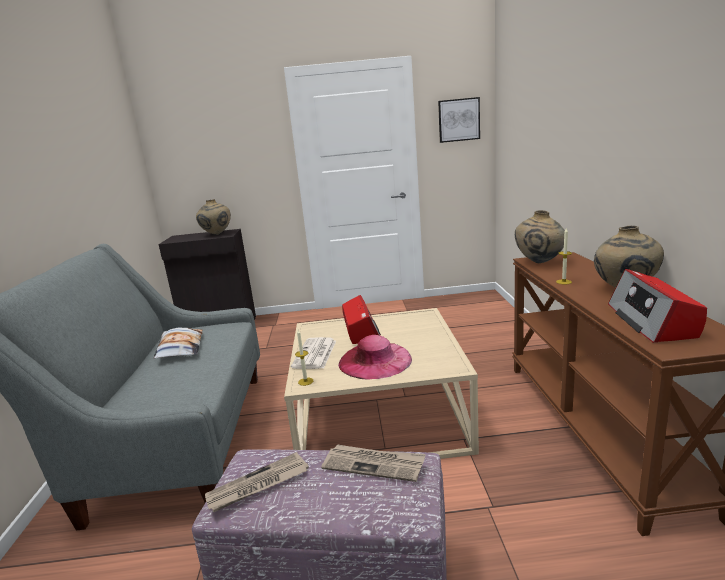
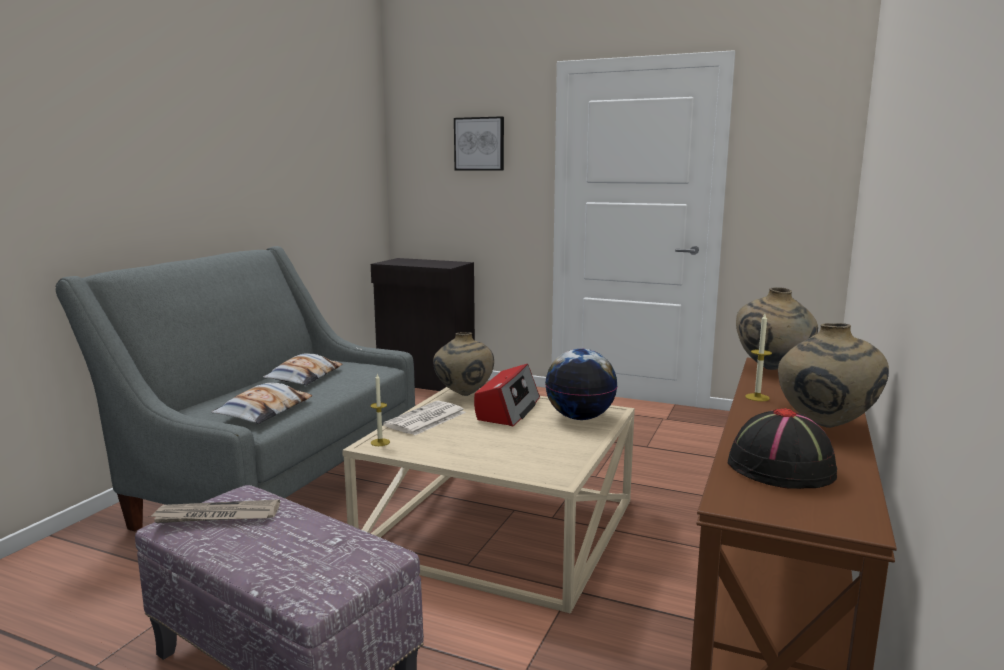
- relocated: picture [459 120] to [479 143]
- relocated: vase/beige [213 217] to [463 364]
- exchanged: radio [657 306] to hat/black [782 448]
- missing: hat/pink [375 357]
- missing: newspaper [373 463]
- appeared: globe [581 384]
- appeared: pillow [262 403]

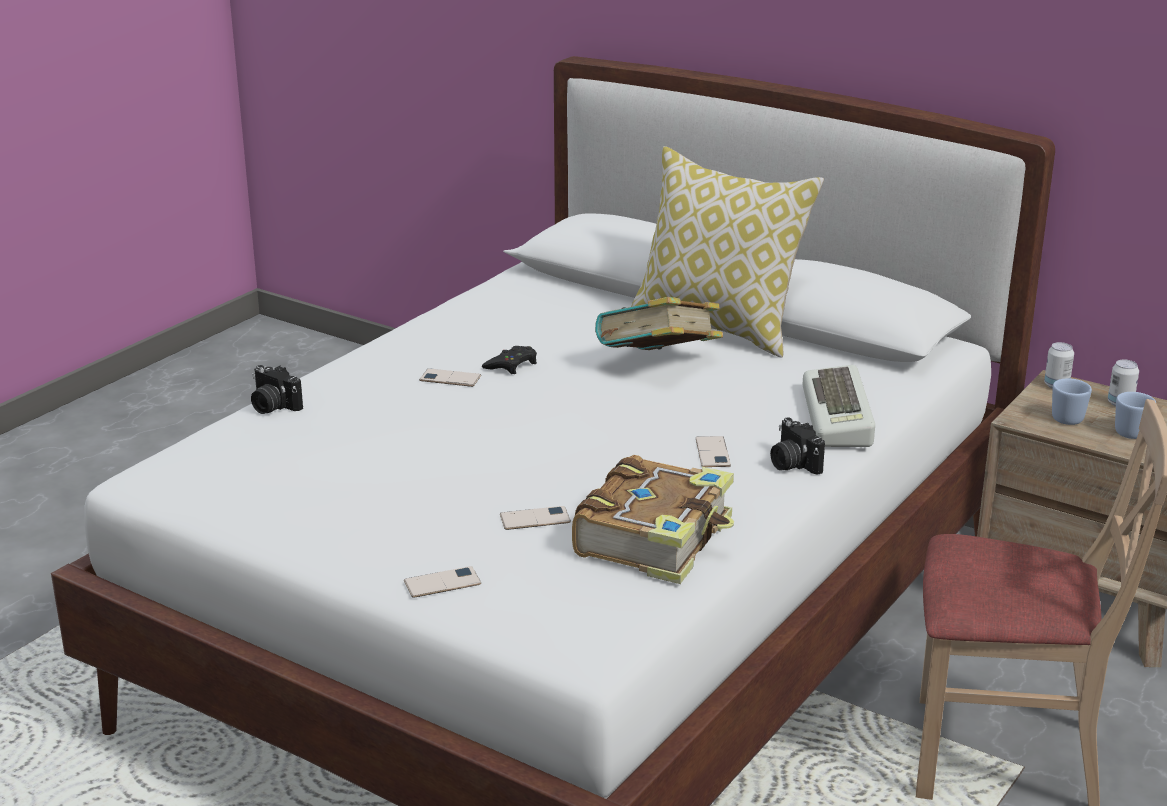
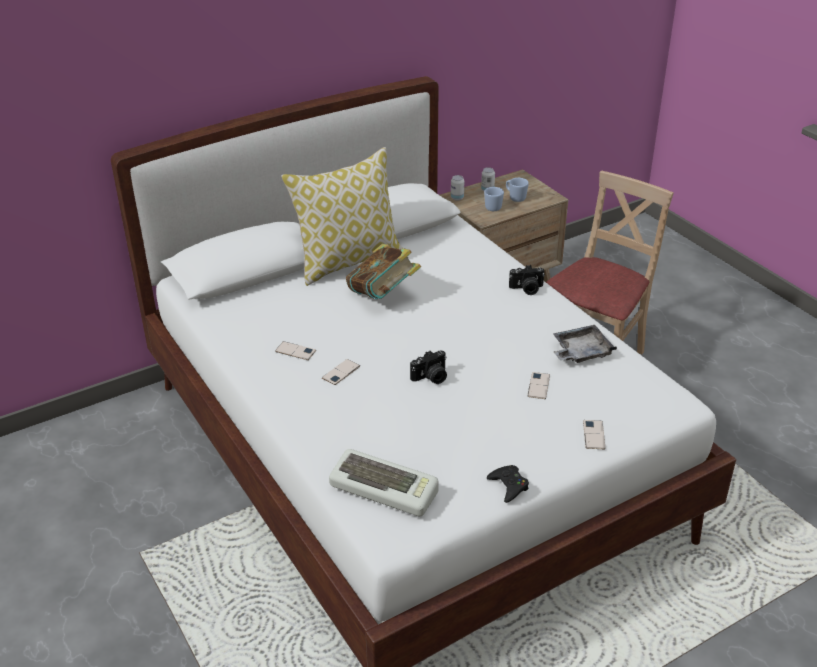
- relocated: game controller/black [509 360] to [508 484]
- relocated: photo camera [277 389] to [428 367]
- relocated: keyboard [839 406] to [384 482]
- relocated: phone [713 451] to [295 350]
- exchanged: book [653 519] to tray/grey [585 344]

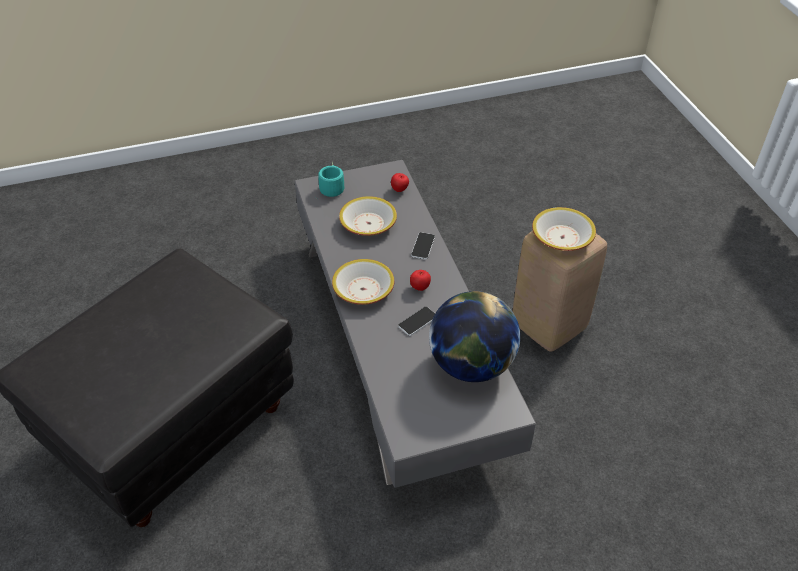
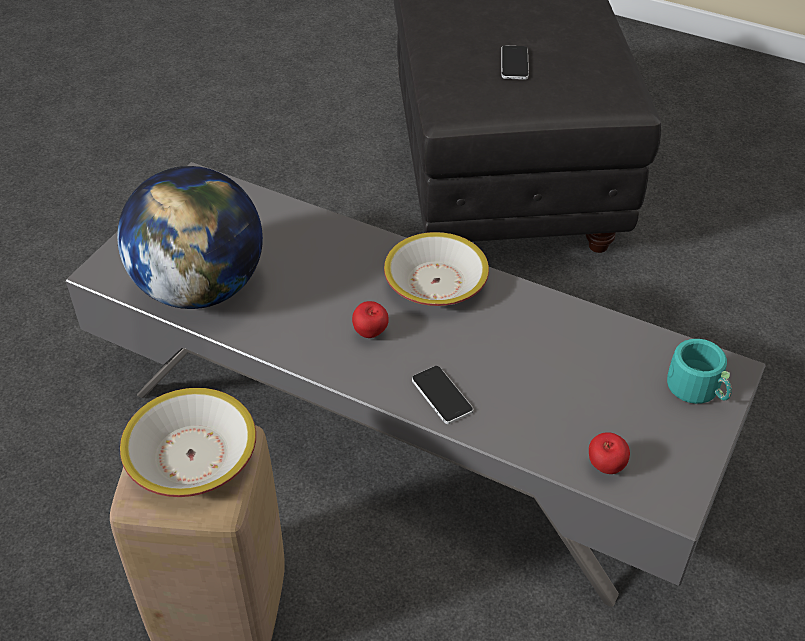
- missing: bowl [368 216]
- relocated: phone [416 321] to [515 62]

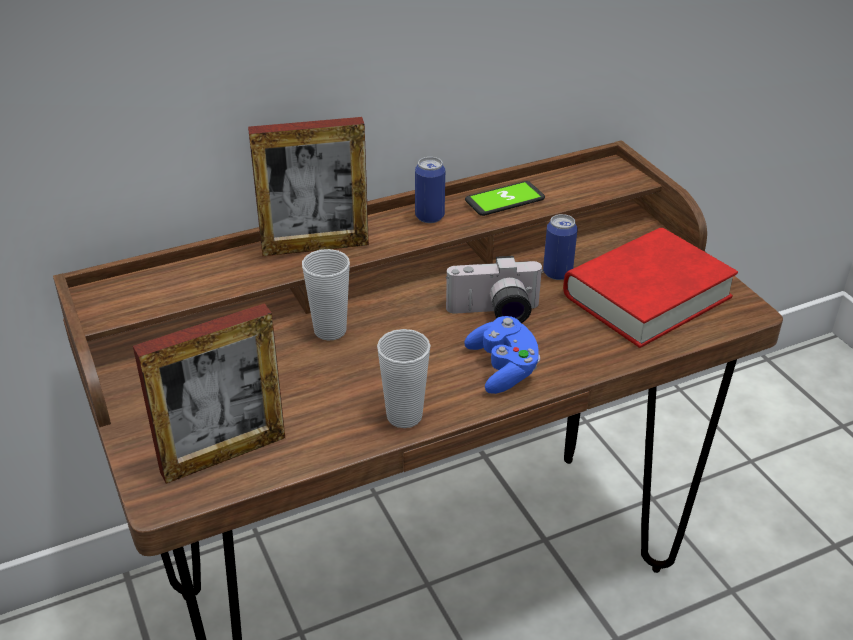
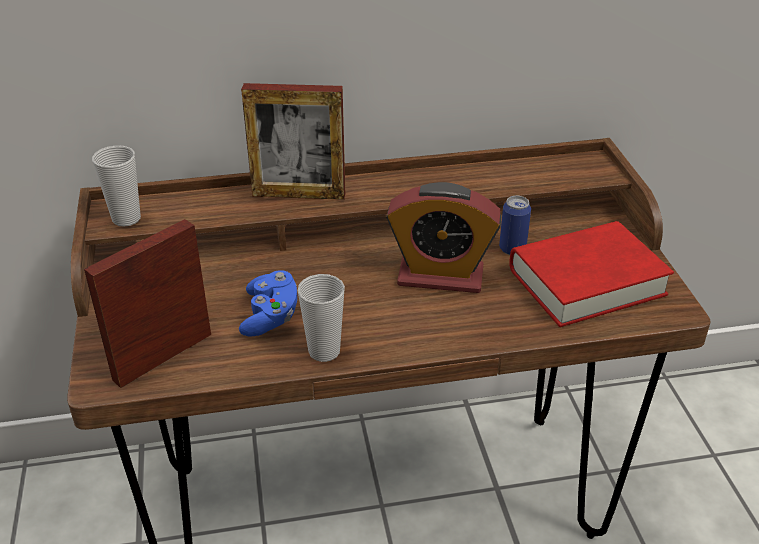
- missing: can [430 190]
- missing: phone [505 198]
- relocated: cup [326 295] to [116 186]
- exchanged: photo camera [495 289] to alarm clock [443 237]
- spun: picture frame [209 393] = [147 303] 150 degrees clockwise
- relocated: game controller/blue [502 355] to [268 303]

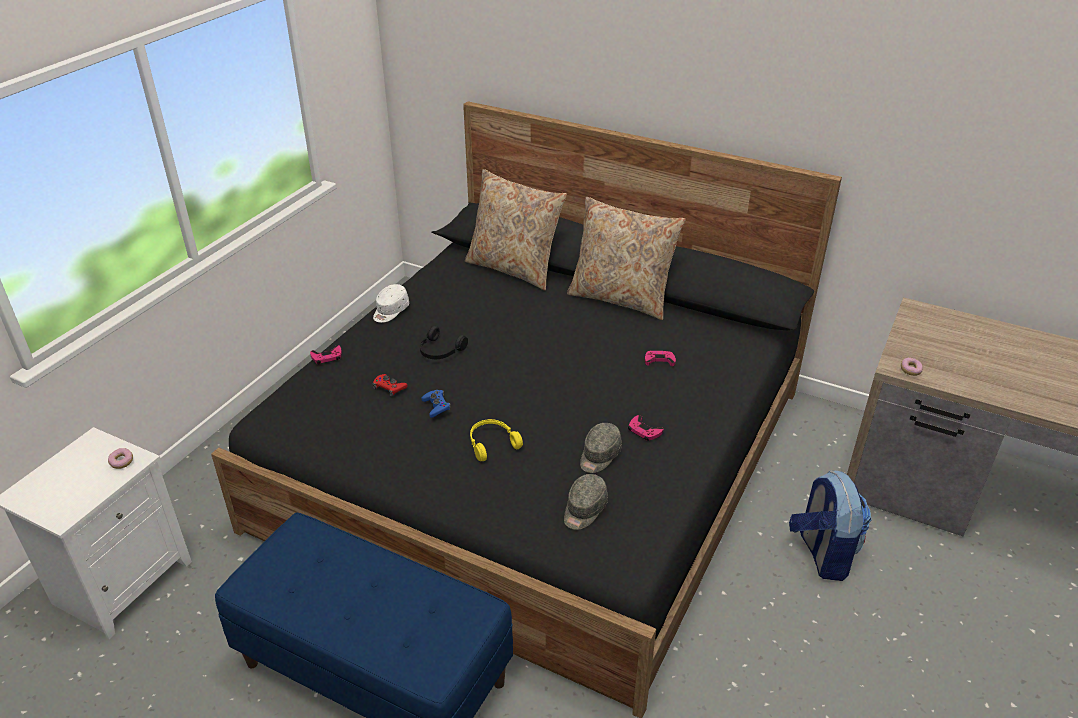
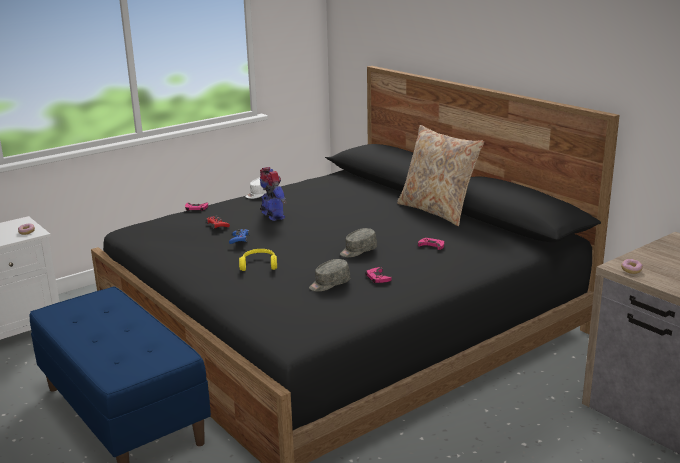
- missing: pillow/beige [516 229]
- exchanged: headphones/black [444 342] to toy robot [273 194]
- missing: backpack [830 525]
- relocated: cap/grey [586 502] to [358 242]

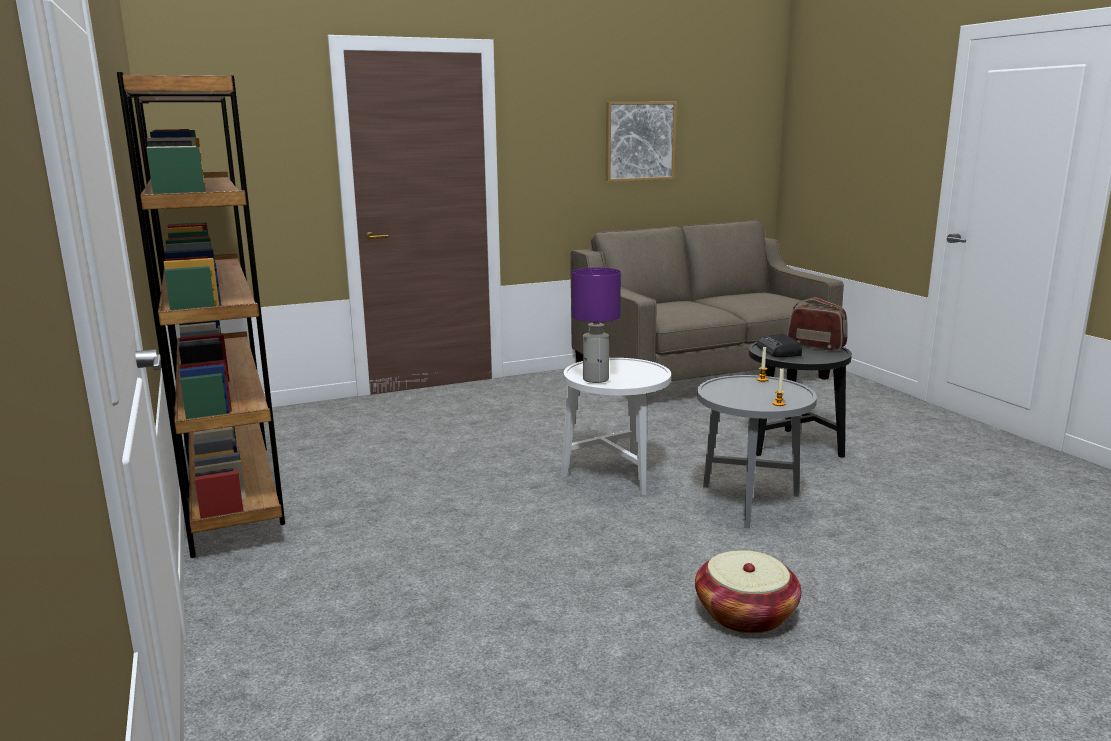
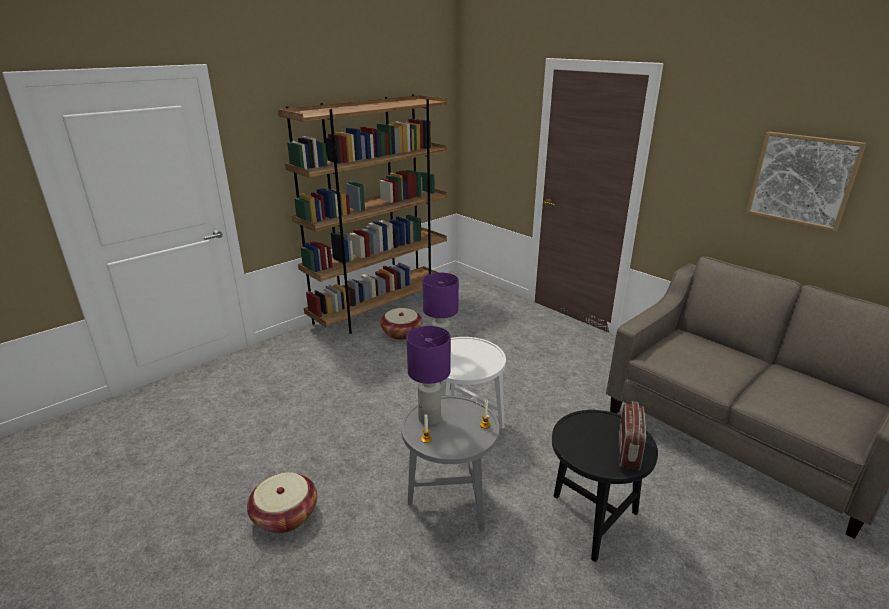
- missing: radio [779 345]
- appeared: basket [401 324]
- appeared: table lamp/purple [429 375]

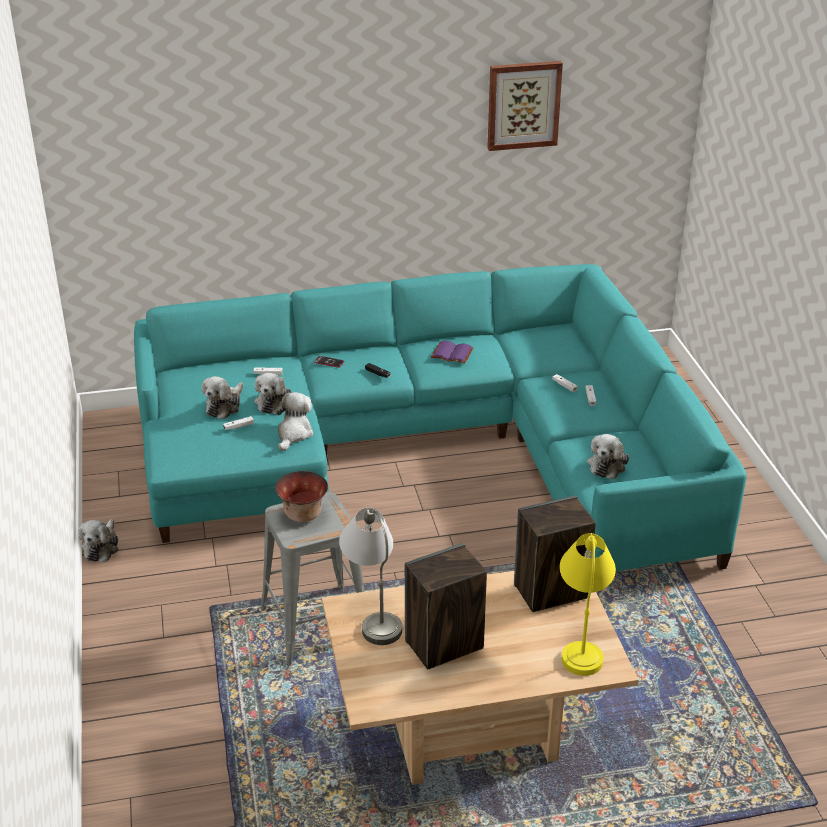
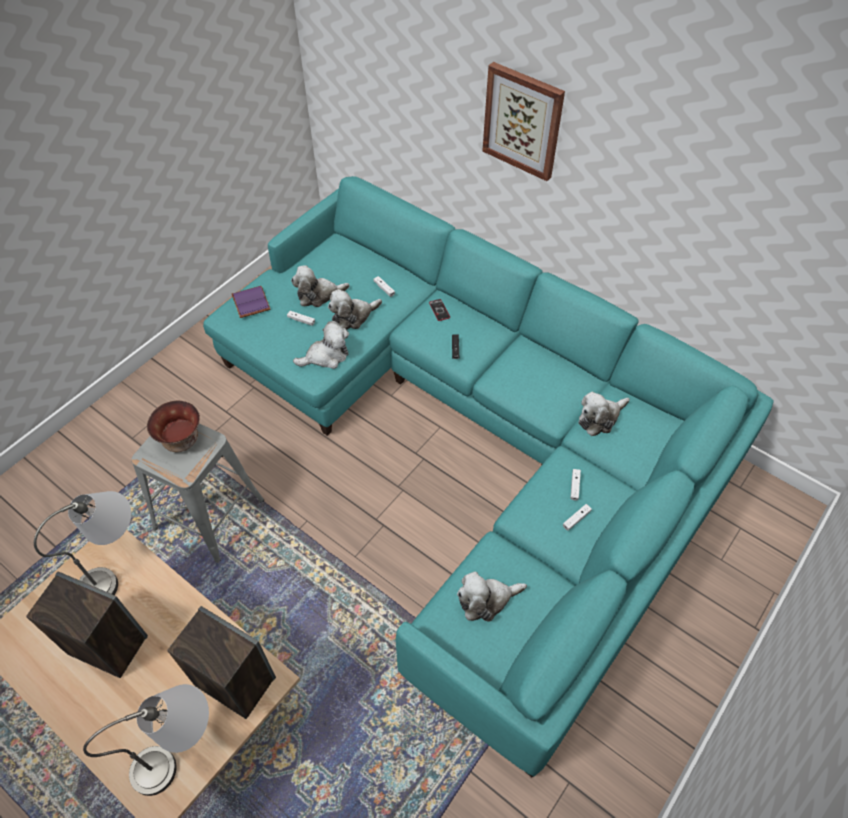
- relocated: picture [525 106] to [524 121]
- relocated: book/purple [452 352] to [251 302]
- relocated: plush toy [98 540] to [604 414]
- colour: table lamp/yellow [588 604] to table lamp/grey [146 740]

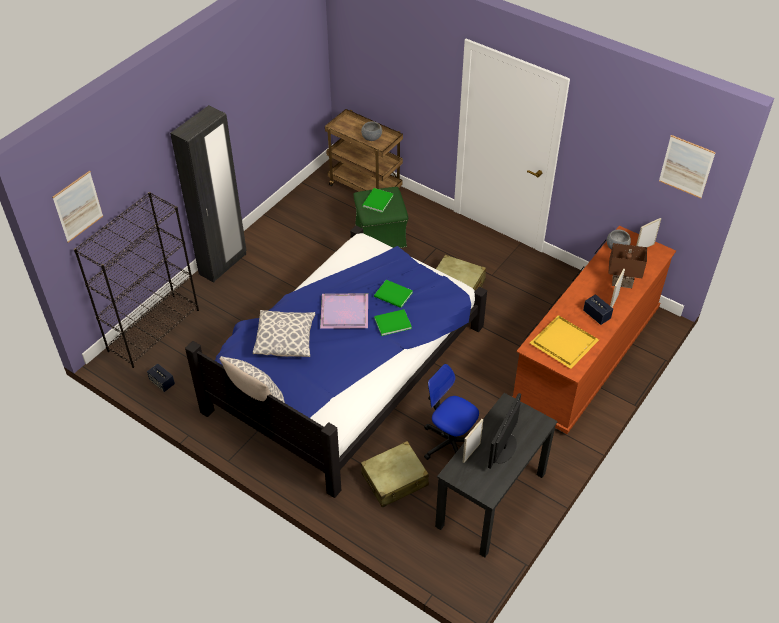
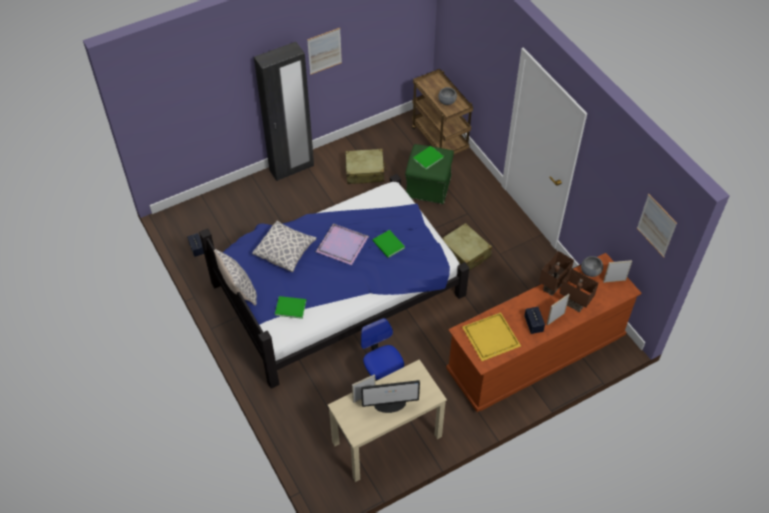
- relocated: picture [77 206] to [324 51]
- missing: bookcase/black [136 280]
- relocated: book/green [393 322] to [290 307]
- colour: desk/black [496 475] to desk/beige [387 420]
- spun: monitor [504 431] = [390 396] 150 degrees counterclockwise
- relocated: suitcase/beige [395 474] to [366 166]
- appeared: table lamp/brown [556 273]

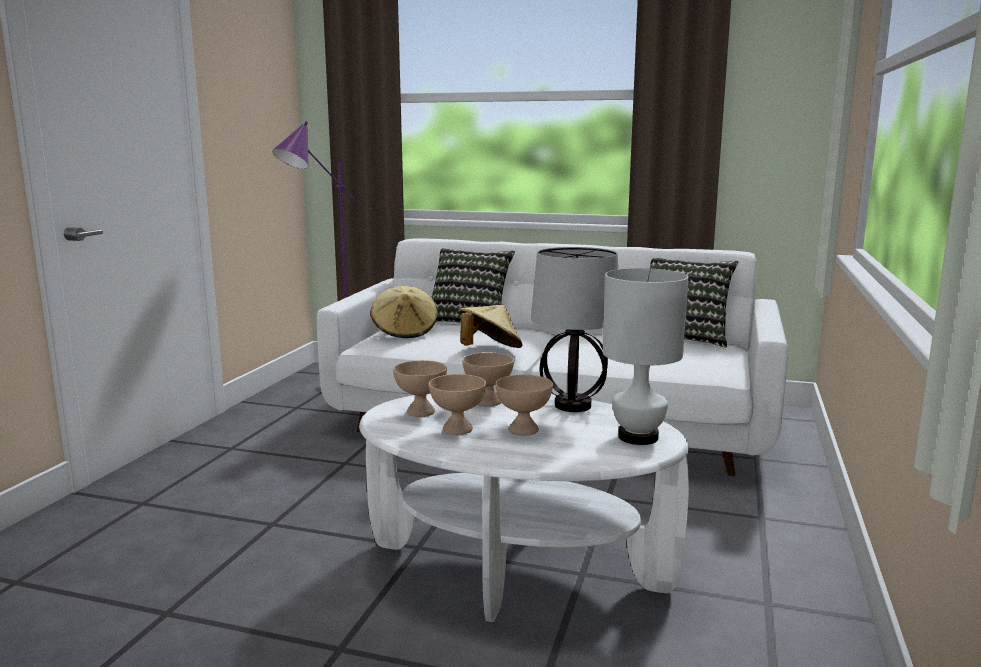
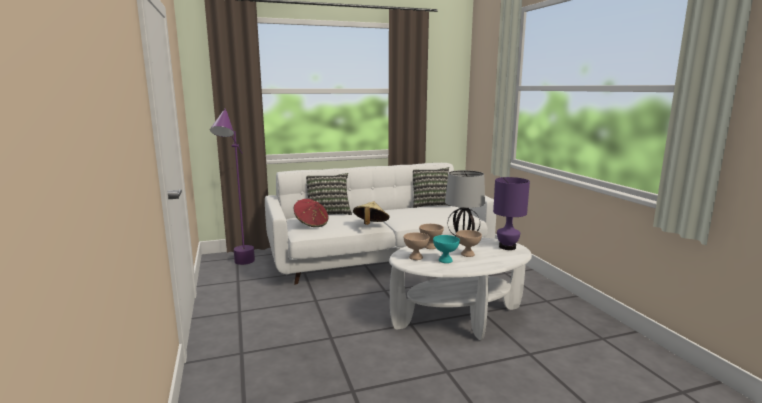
- colour: table lamp/white [645 356] to table lamp/purple [511 213]
- colour: hat/beige [404 312] to hat/red [311 213]
- colour: bowl/beige [457 404] to bowl/turquoise [446 249]

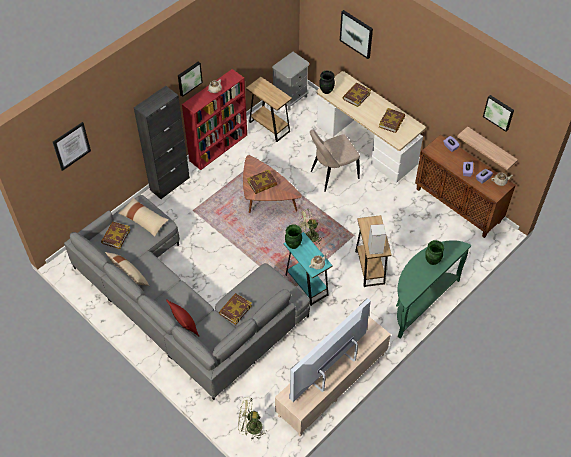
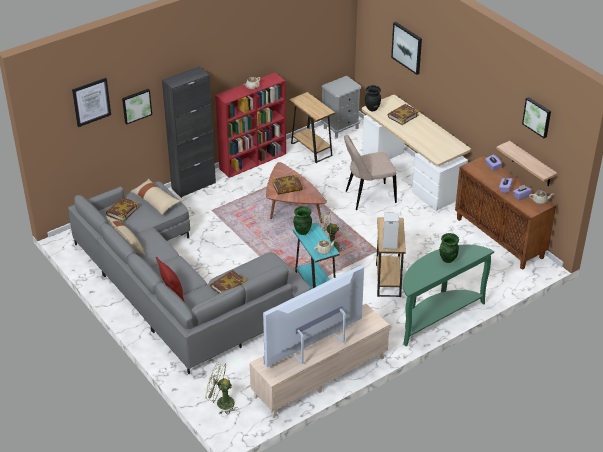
- relocated: picture [190 79] to [137 106]
- missing: book [392 120]

